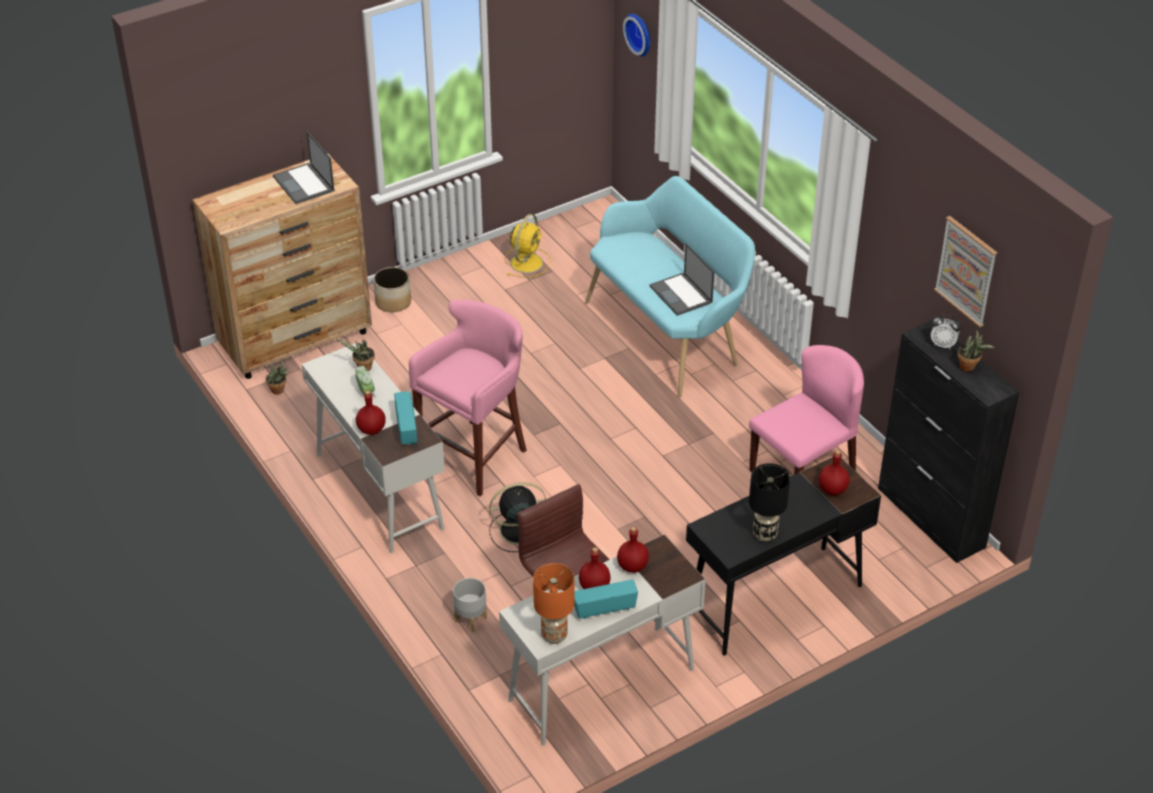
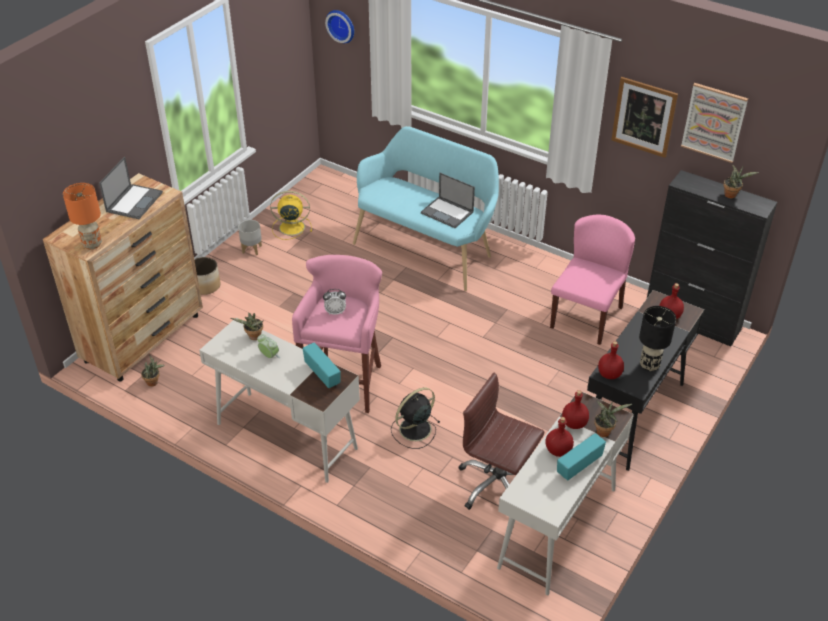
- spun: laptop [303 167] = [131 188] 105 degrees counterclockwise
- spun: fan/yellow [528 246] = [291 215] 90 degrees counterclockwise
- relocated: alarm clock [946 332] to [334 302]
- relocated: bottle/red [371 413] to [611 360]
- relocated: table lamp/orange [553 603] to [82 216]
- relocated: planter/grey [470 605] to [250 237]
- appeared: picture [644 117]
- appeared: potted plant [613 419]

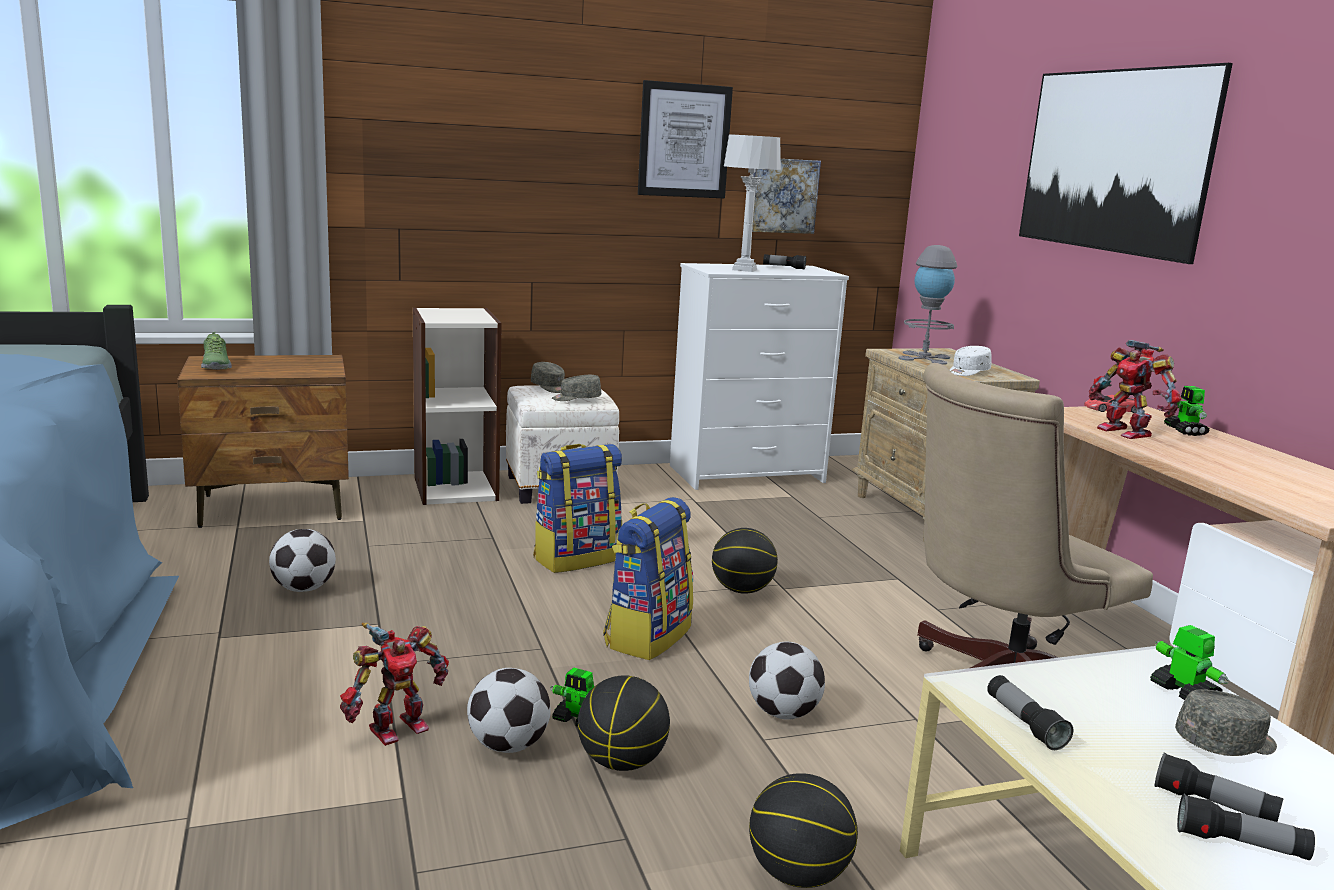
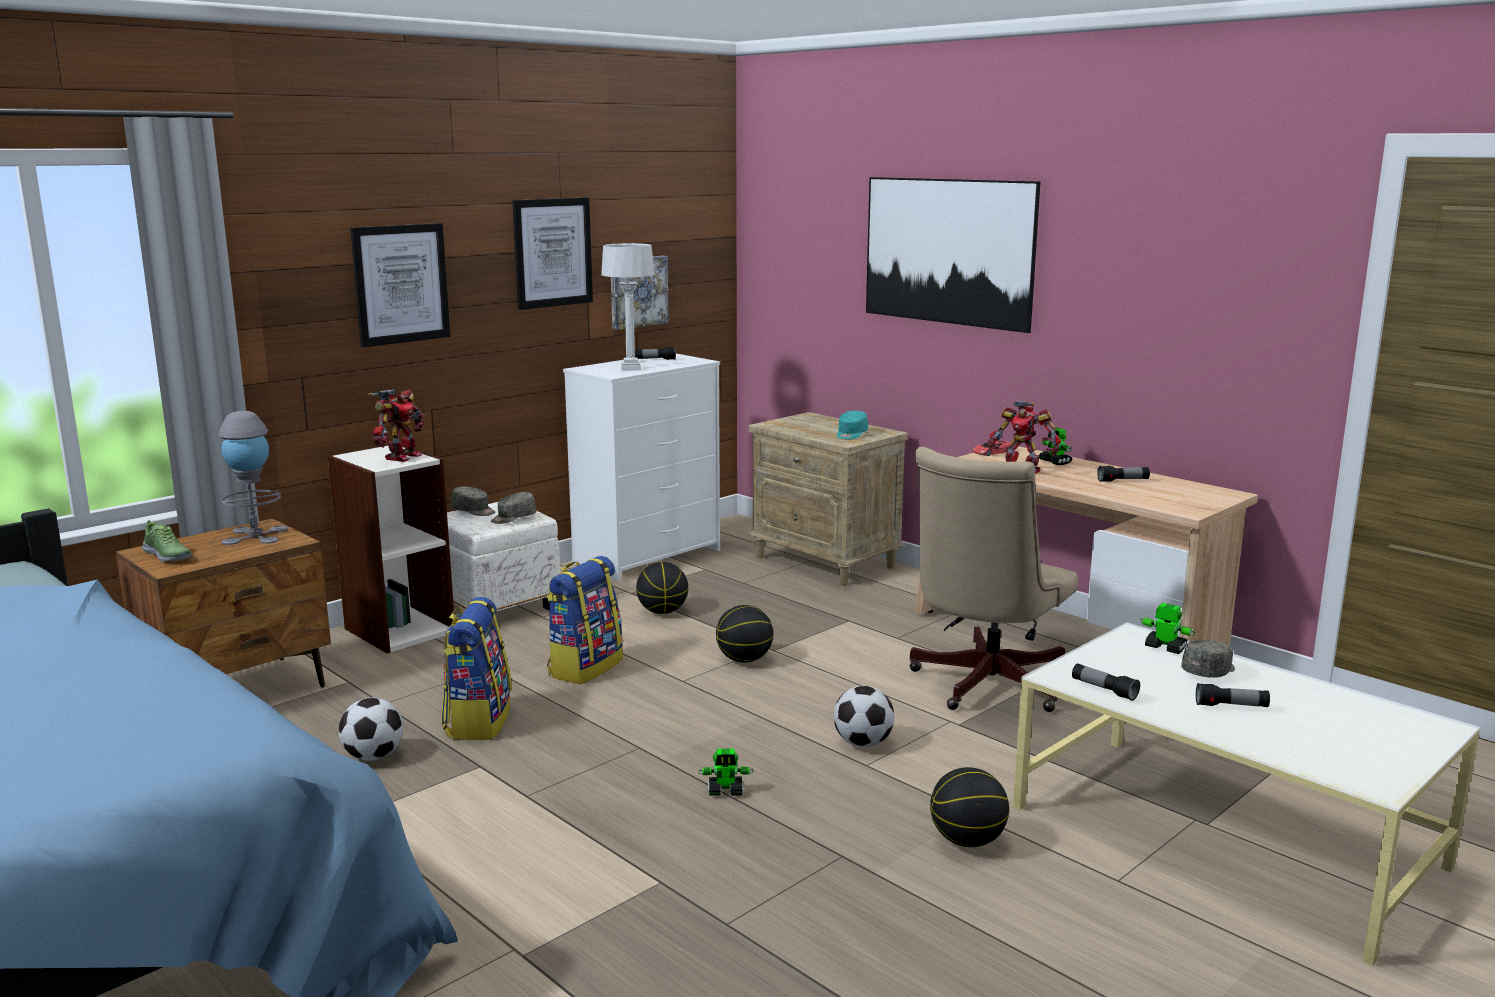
- relocated: table lamp/grey [928 305] to [253 478]
- colour: cap/white [971 361] to cap/turquoise [852 425]
- relocated: backpack [648 578] to [476 668]
- relocated: toy robot [394 684] to [395 425]
- missing: football [509 710]
- relocated: basketball [624 723] to [662 588]
- relocated: flashlight [1246 827] to [1123 474]
- appeared: picture [400 285]

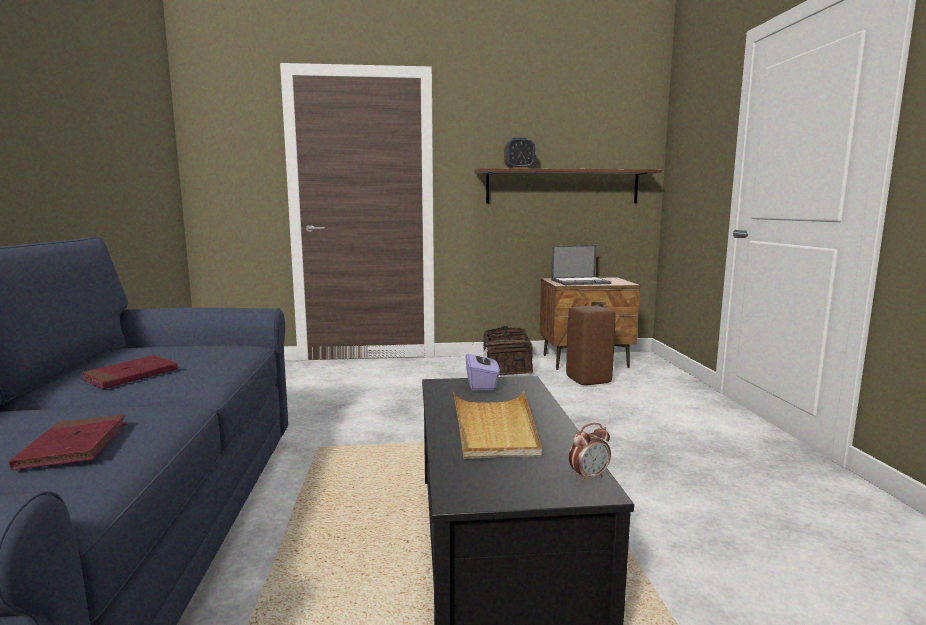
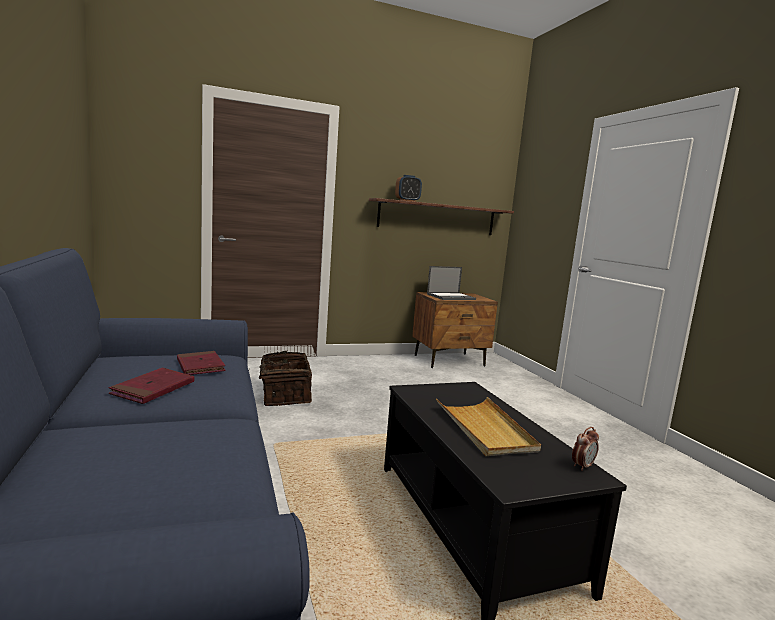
- missing: stool/brown [590 345]
- relocated: basket [503 350] to [285 378]
- missing: tissue box/purple [483 368]
- relocated: book/red [68 442] to [201 363]

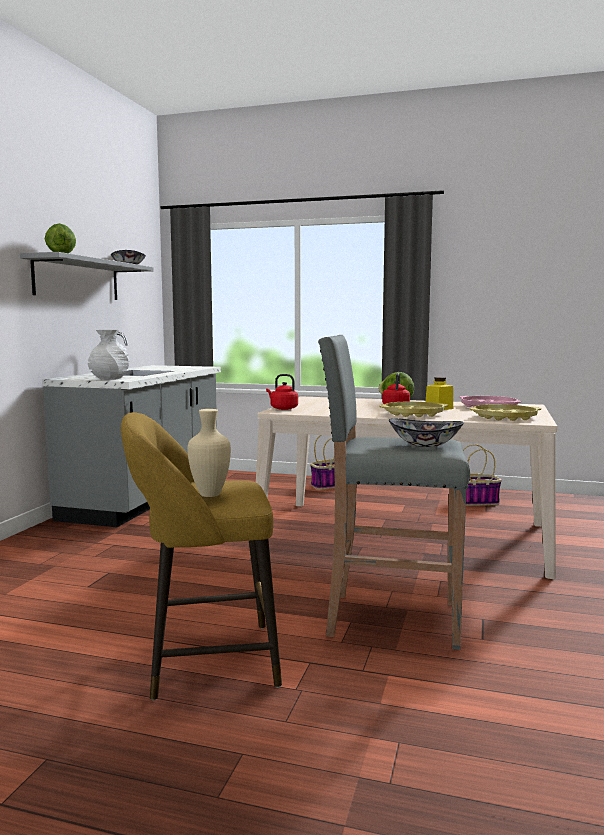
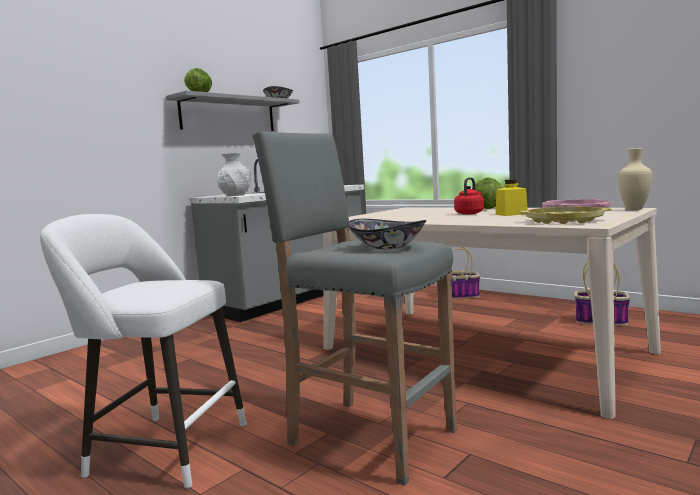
- missing: kettle/red [282 392]
- missing: tray/yellow [413 409]
- relocated: vase/beige [209 453] to [635 179]
- colour: stool/yellow [201 556] to stool/white [143 351]

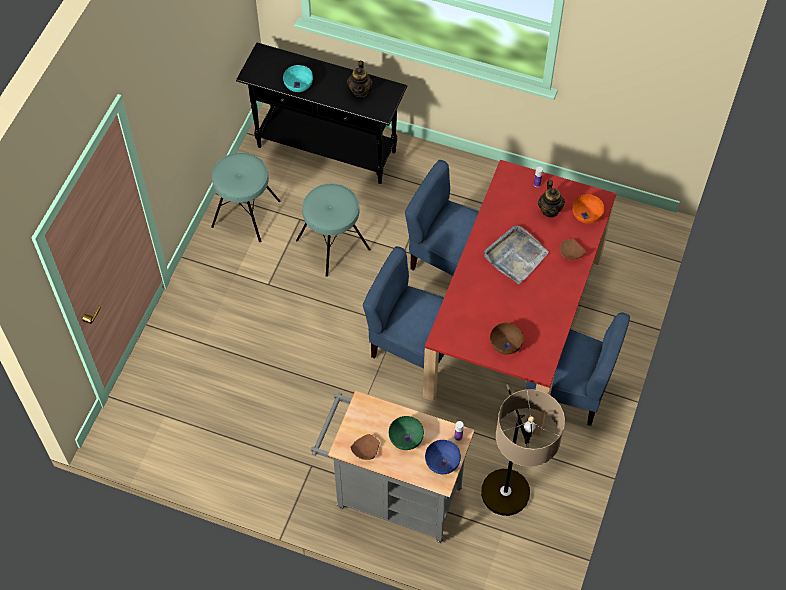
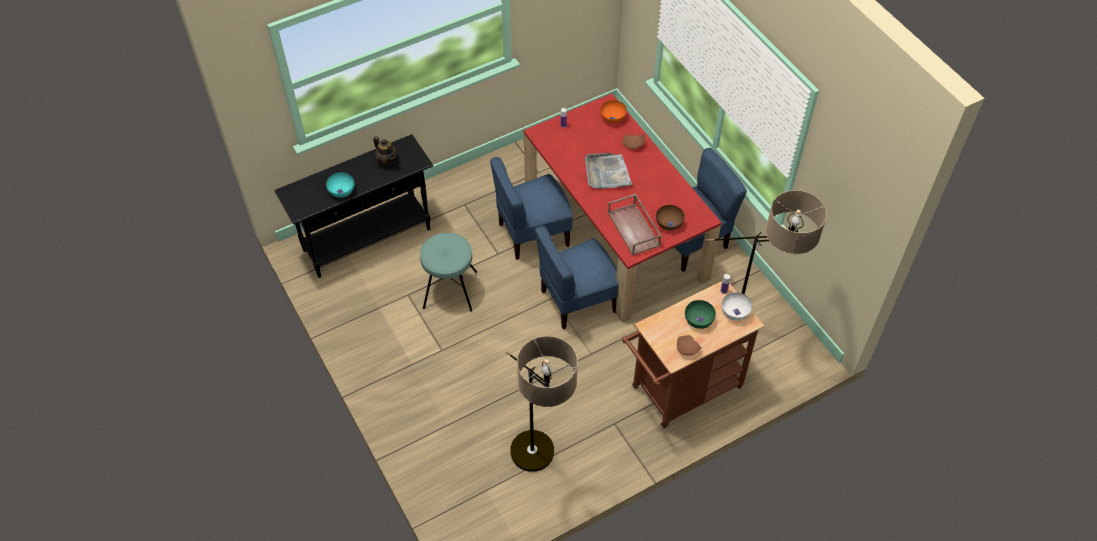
- missing: stool/turquoise [246 197]
- missing: teapot [551 199]
- colour: cart/grey [393 467] to cart/brown [693 355]
- colour: bowl/blue [443 457] to bowl/white [737 306]
- appeared: tray/brown [634 224]
- appeared: floor lamp [542 404]

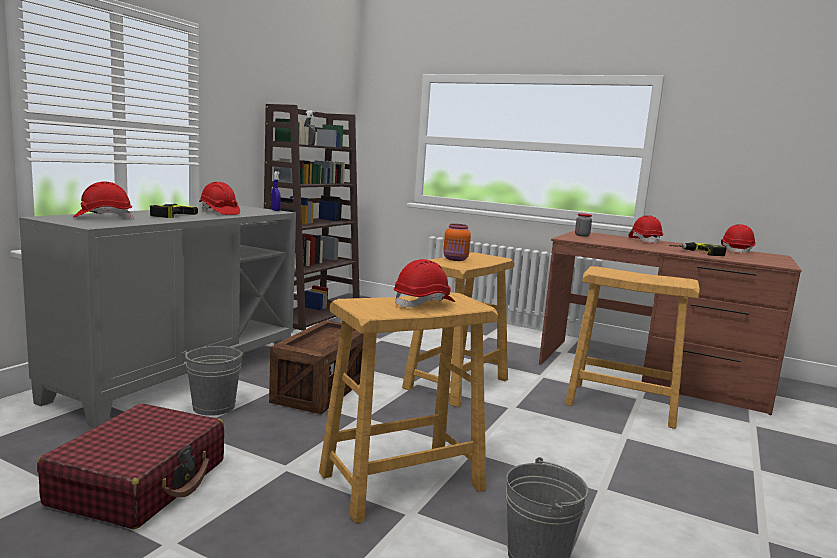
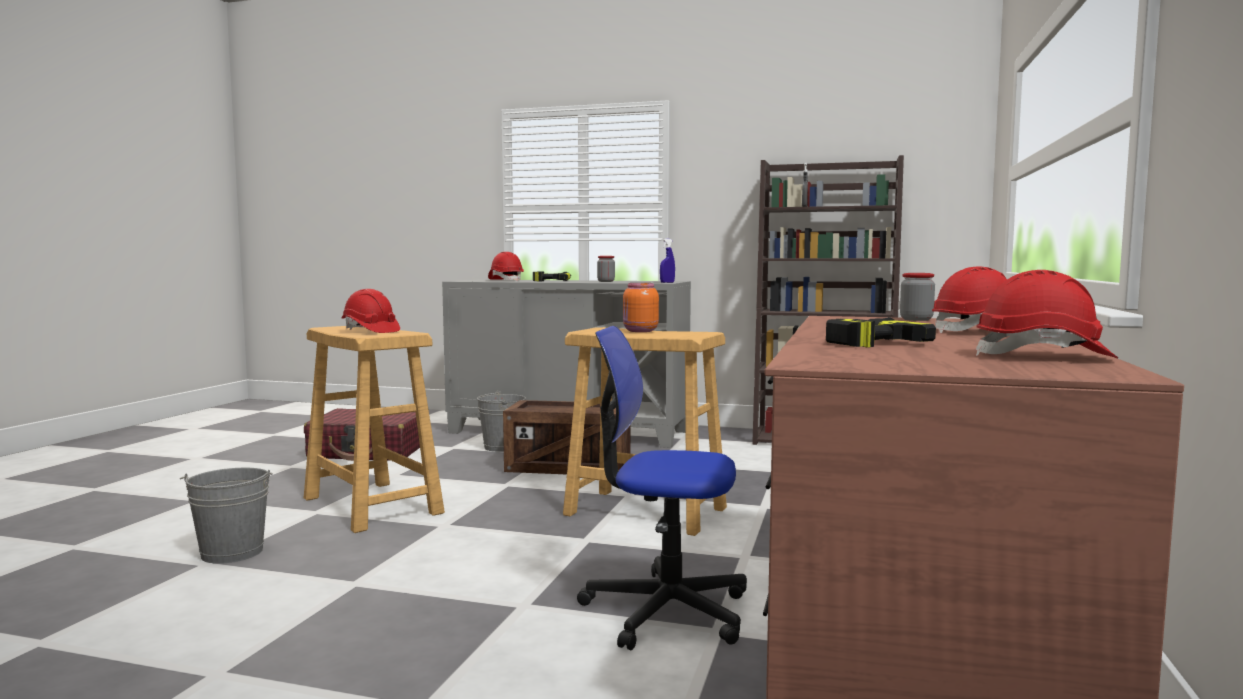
- exchanged: hard hat/red [219 198] to jar [606 269]
- exchanged: stool/beige [632 347] to office chair [662 488]

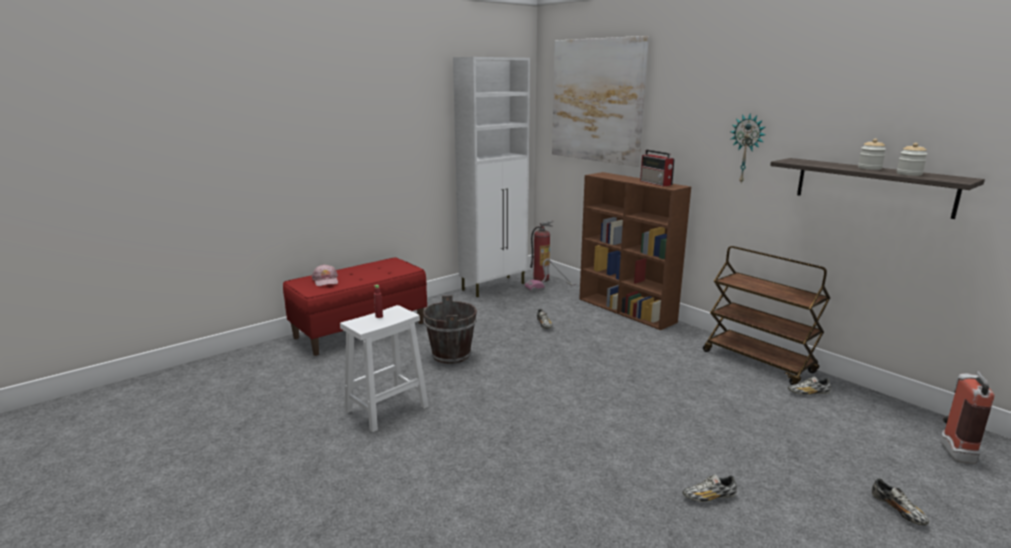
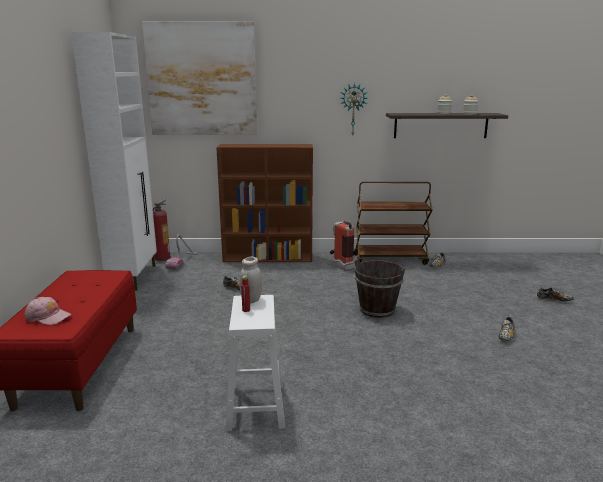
- missing: radio [657 168]
- relocated: bucket/brown [450 329] to [380 288]
- relocated: fire extinguisher [967 417] to [342 244]
- appeared: jar/white [251 280]

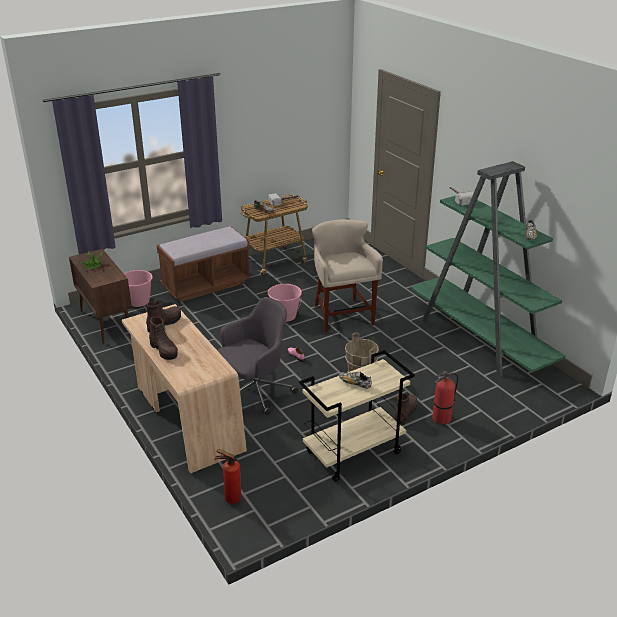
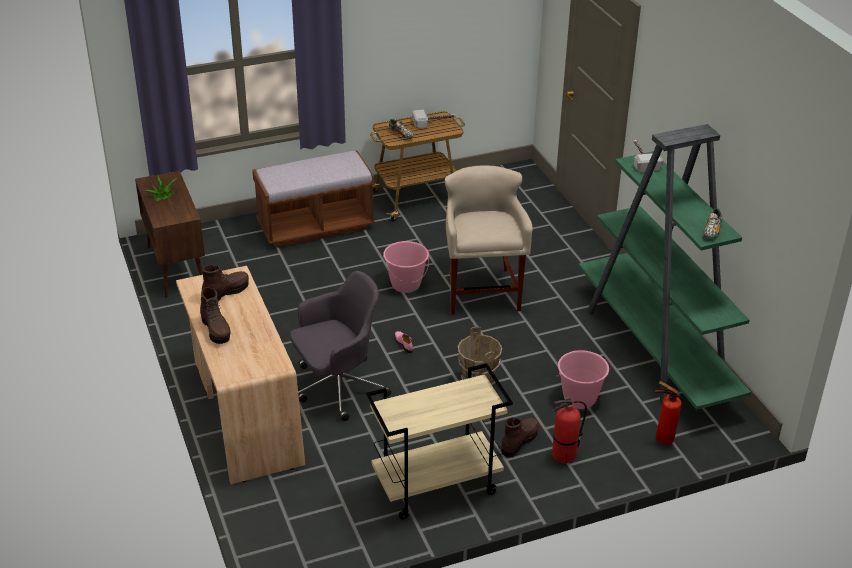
- relocated: bucket/pink [138 288] to [582 379]
- missing: shoe [355 380]
- relocated: fire extinguisher [228 476] to [668 413]

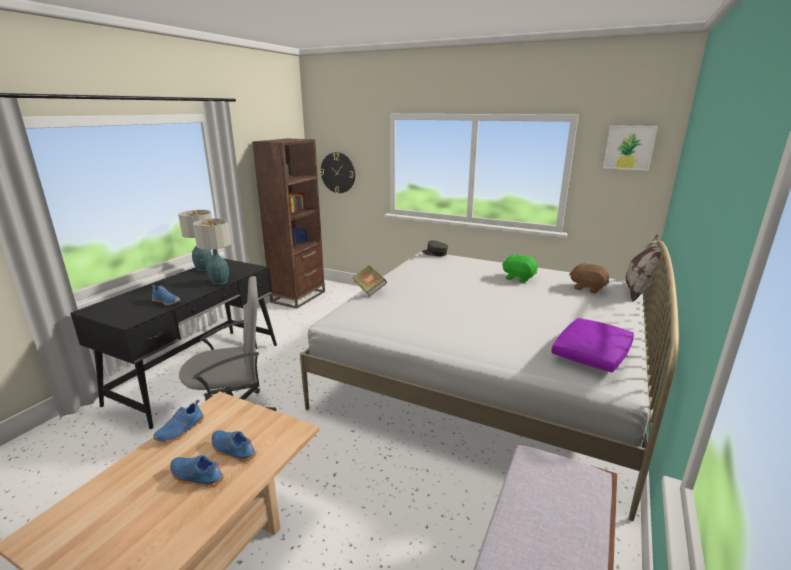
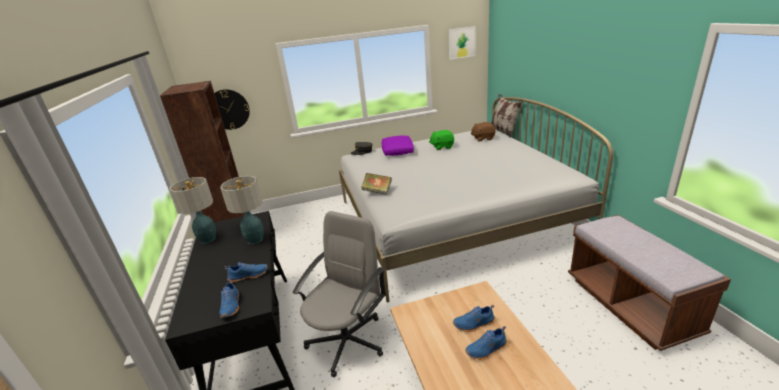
- relocated: pillow/purple [592 345] to [398 146]
- relocated: shoe/blue [178 421] to [229 298]

